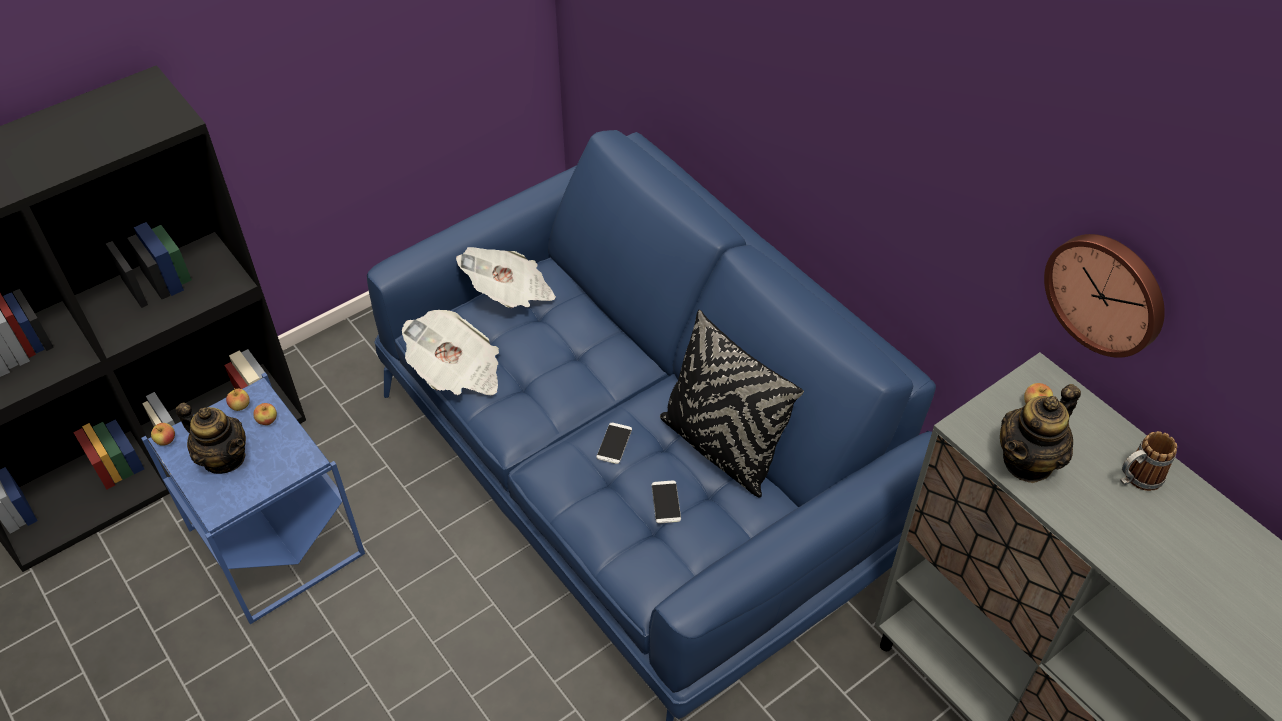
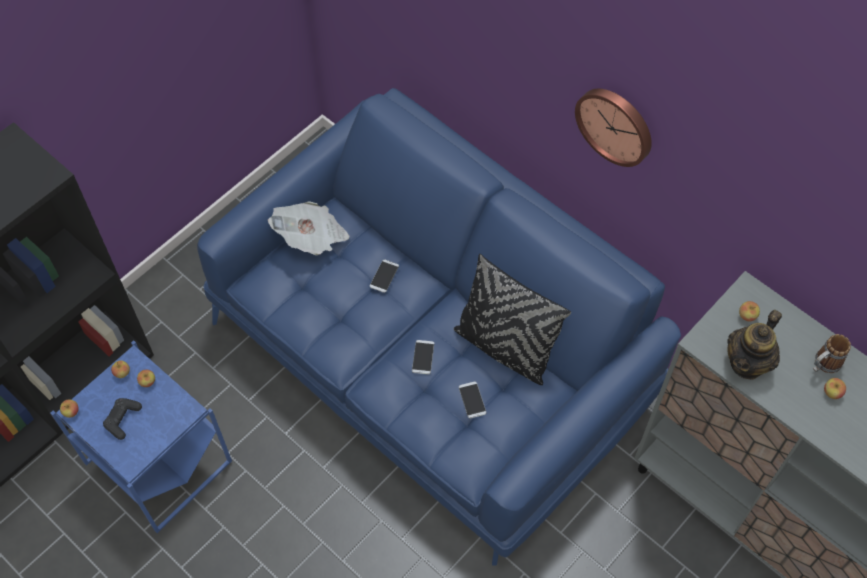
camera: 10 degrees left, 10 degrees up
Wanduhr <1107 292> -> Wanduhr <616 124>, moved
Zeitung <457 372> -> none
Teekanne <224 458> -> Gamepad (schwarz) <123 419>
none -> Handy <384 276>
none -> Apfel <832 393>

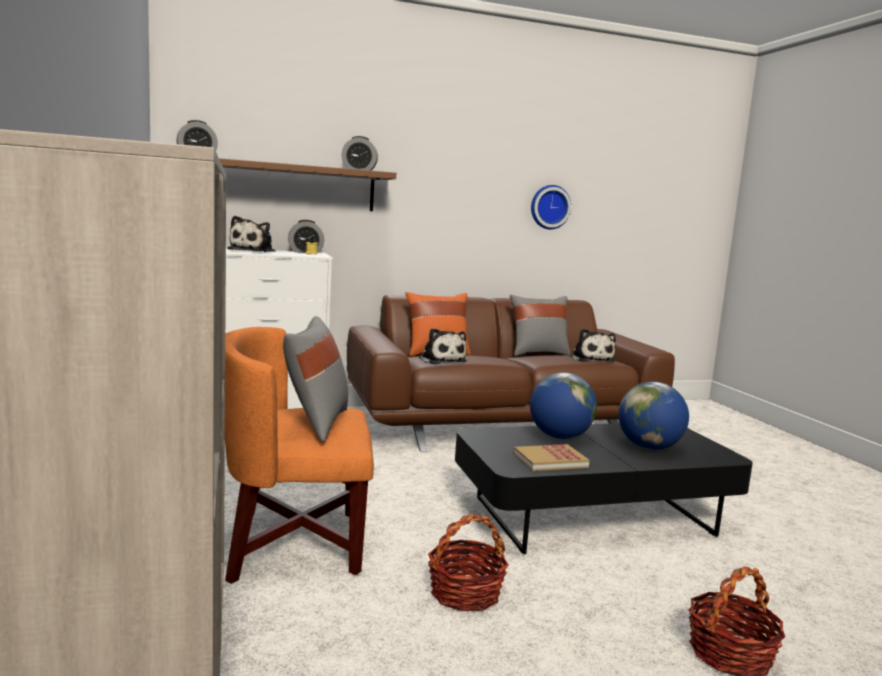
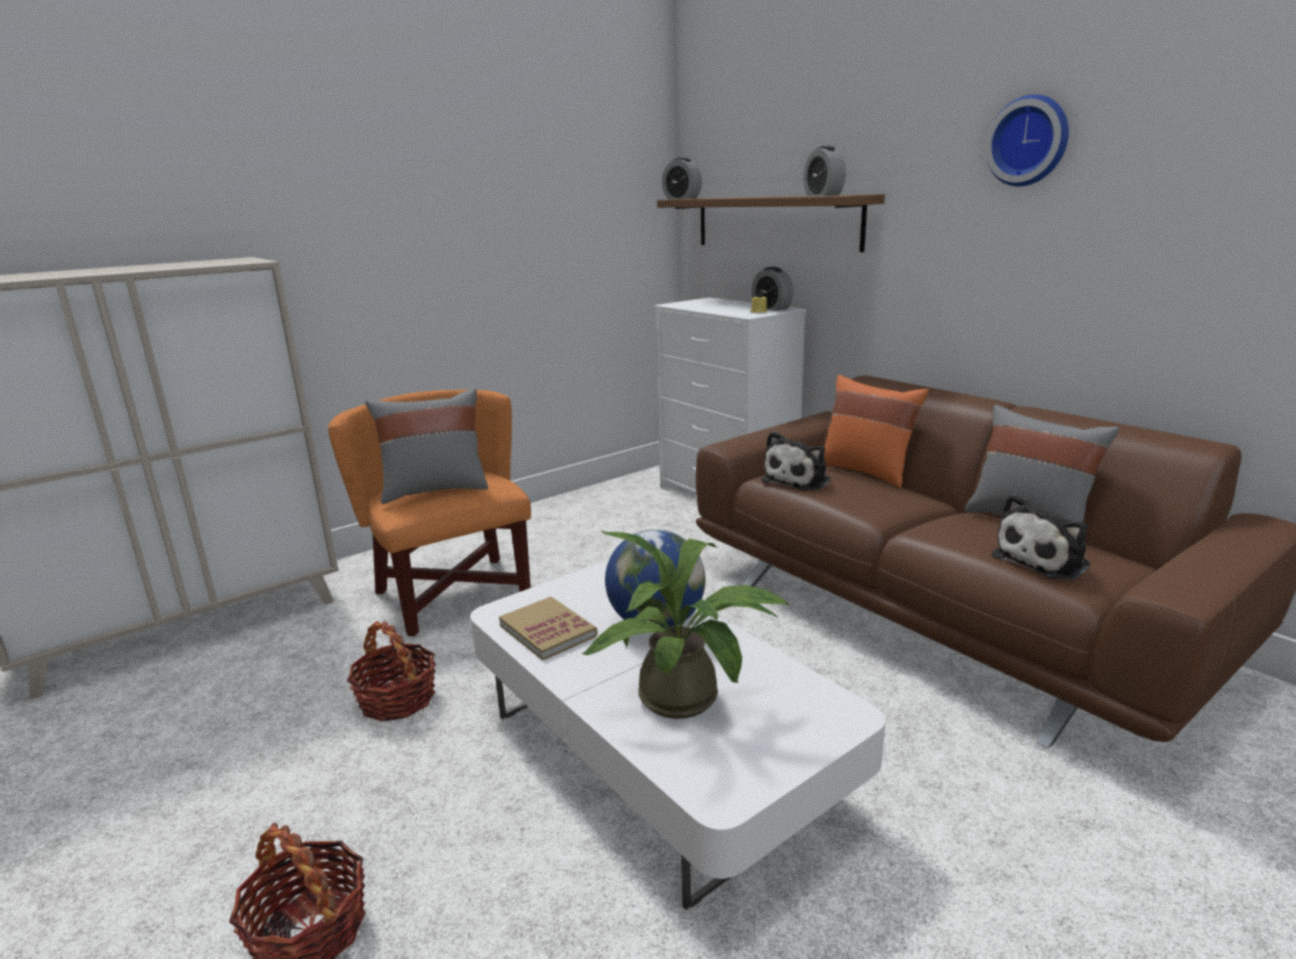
camera: 70 degrees right, 10 degrees up
Wanduhr <549 207> -> Wanduhr <1029 141>, moved
Plüschtier <254 251> -> none
Globus <649 447> -> Topfpflanze <687 701>
Couchtisch (schwarz) <592 516> -> Couchtisch (weiß) <655 755>

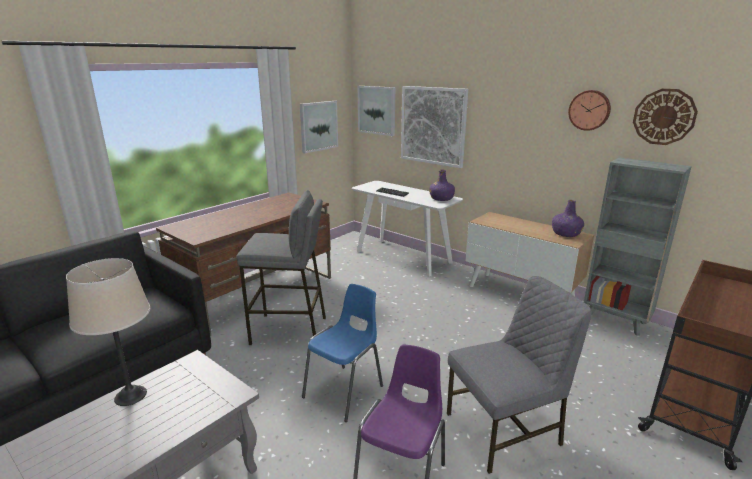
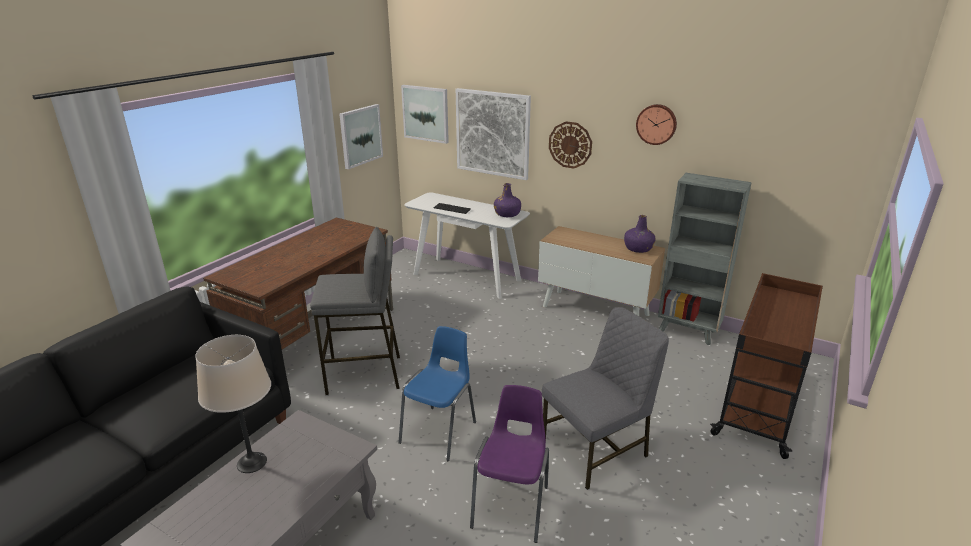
camera: 10 degrees left, 5 degrees up
Wanduhr <664 117> -> Wanduhr <570 145>, moved

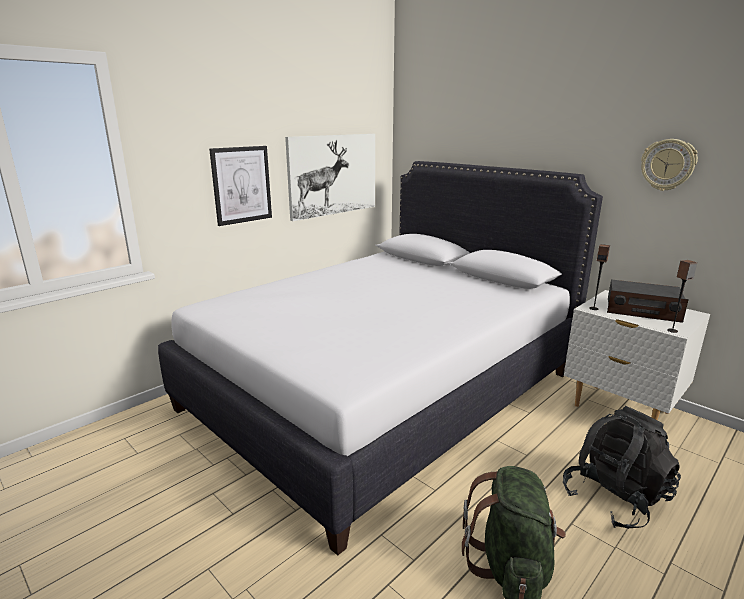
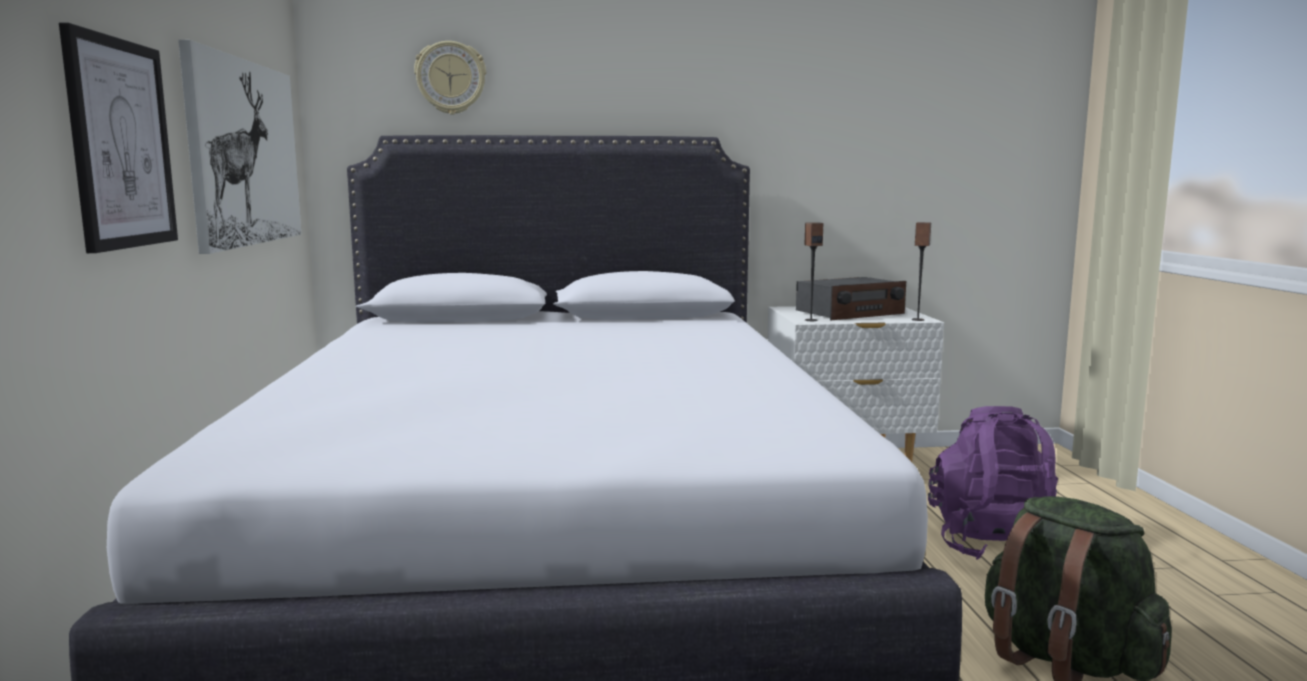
camera: 50 degrees left, 10 degrees down
Wanduhr <668 165> -> Wanduhr <451 78>, moved
Rucksack (schwarz) <615 498> -> Rucksack (lila) <994 545>

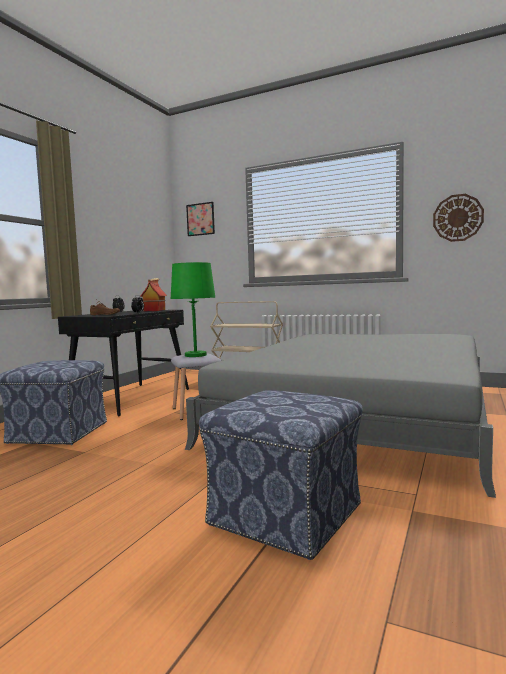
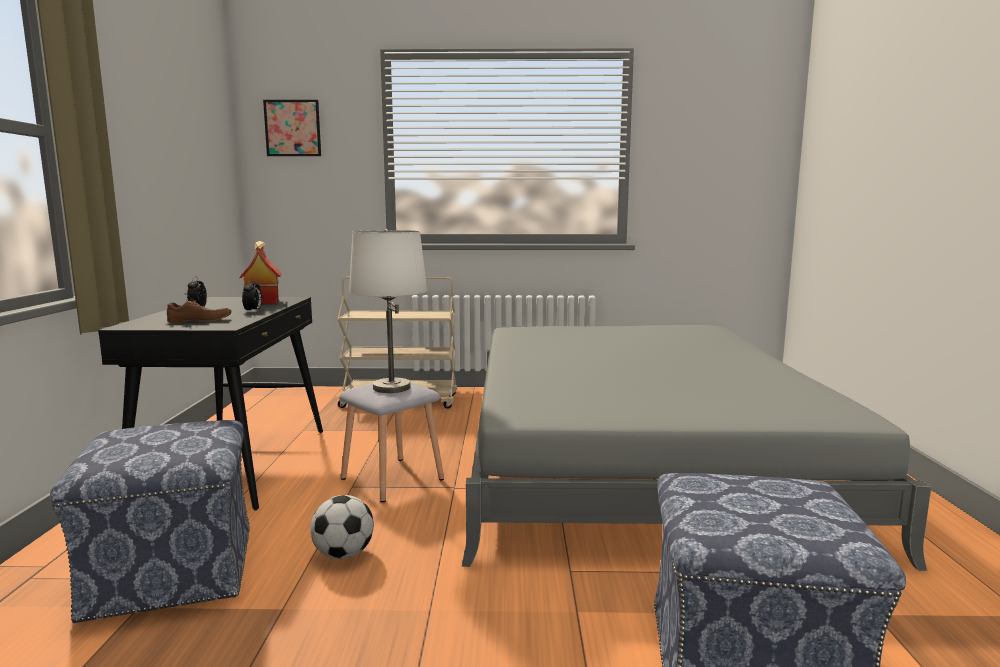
camera: 25 degrees left, 5 degrees up
Wanduhr <457 218> -> none
Tischlampe (grün) <195 355> -> Tischlampe (weiß) <391 388>
none -> Fußball <343 554>

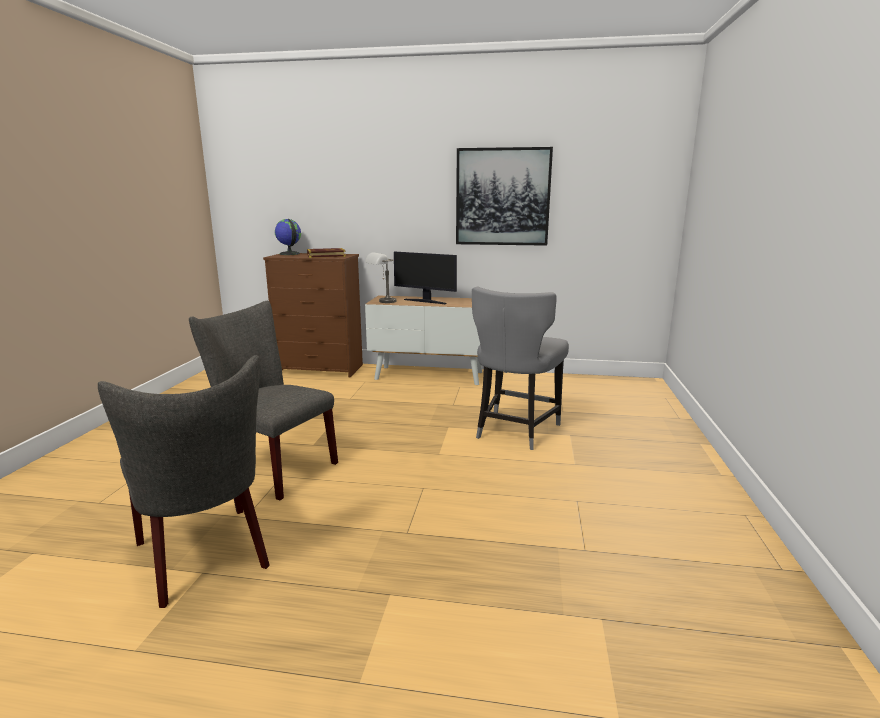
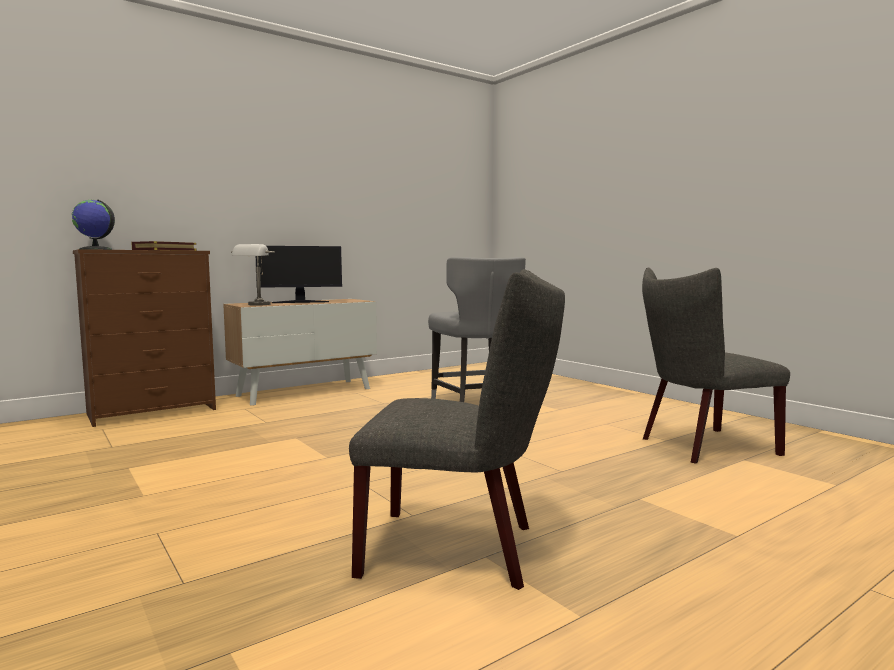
camera: 45 degrees left, 10 degrees down
Bild <502 197> -> none
Stuhl (grau) <271 467> -> Stuhl (grau) <701 446>, moved

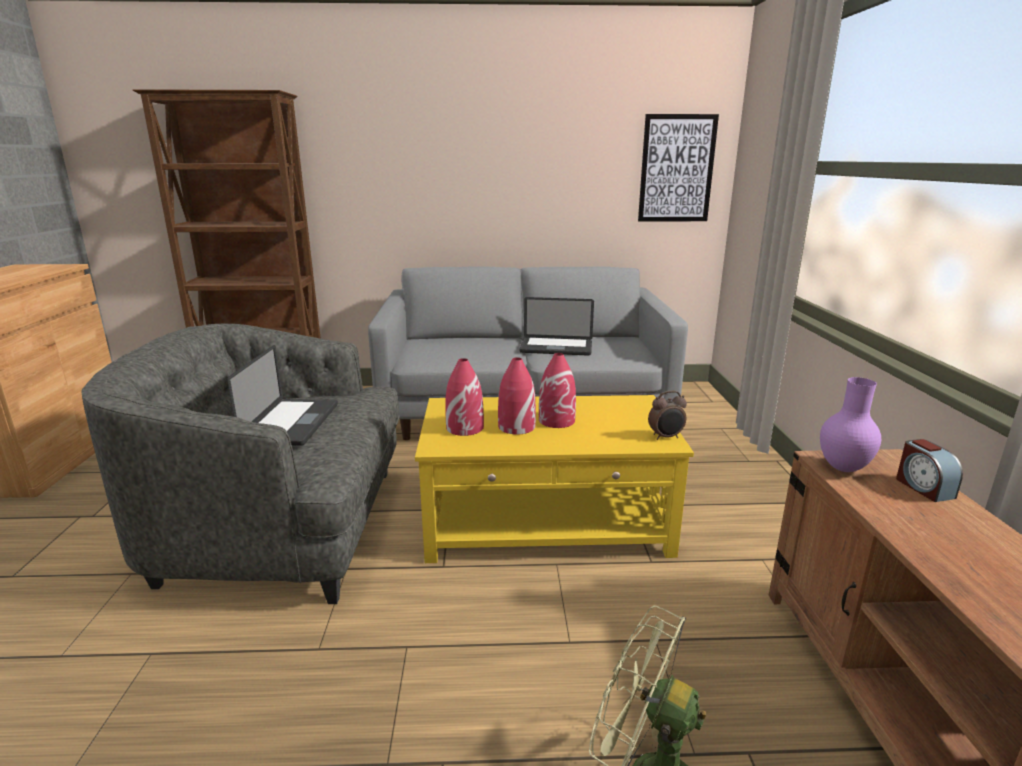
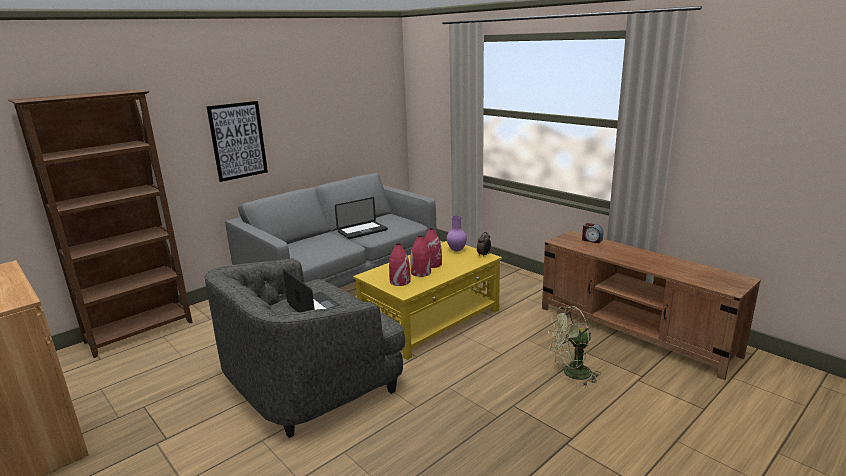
camera: 40 degrees left, 0 degrees up
Bild <676 169> -> Bild <238 140>, moved
Vase (lila) <842 467> -> Vase (lila) <456 250>, moved

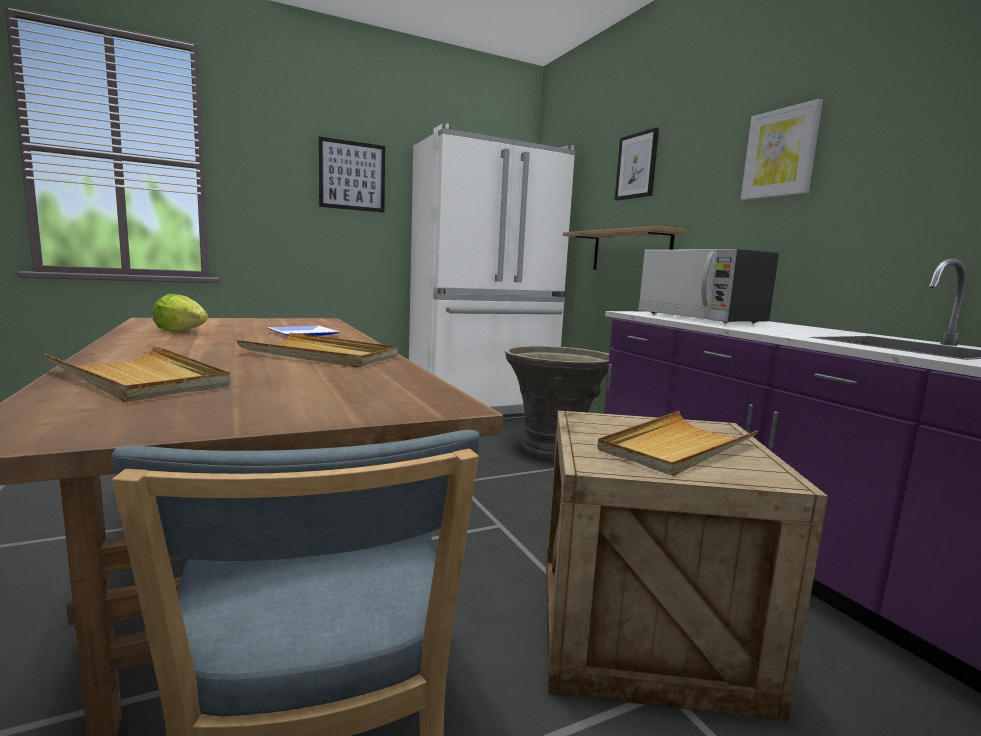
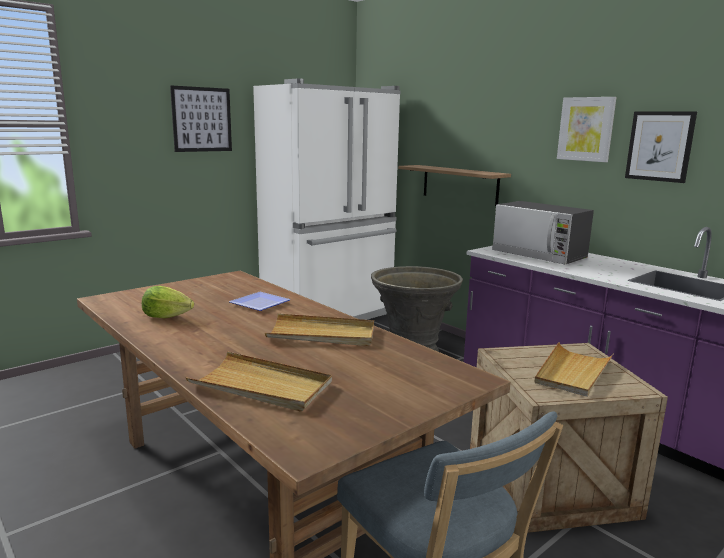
camera: 15 degrees left, 5 degrees up
Bild <636 166> -> Bild <659 146>, moved

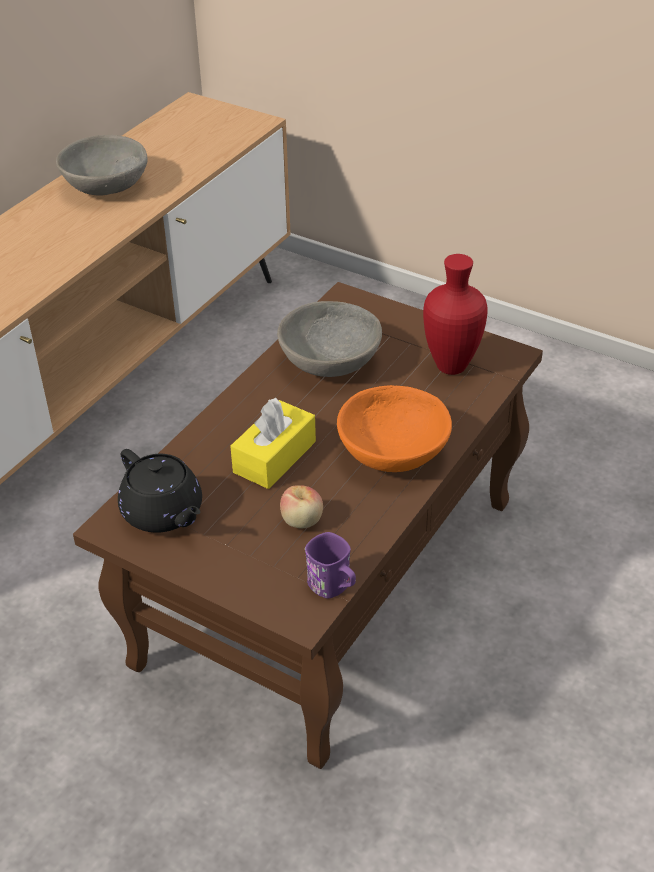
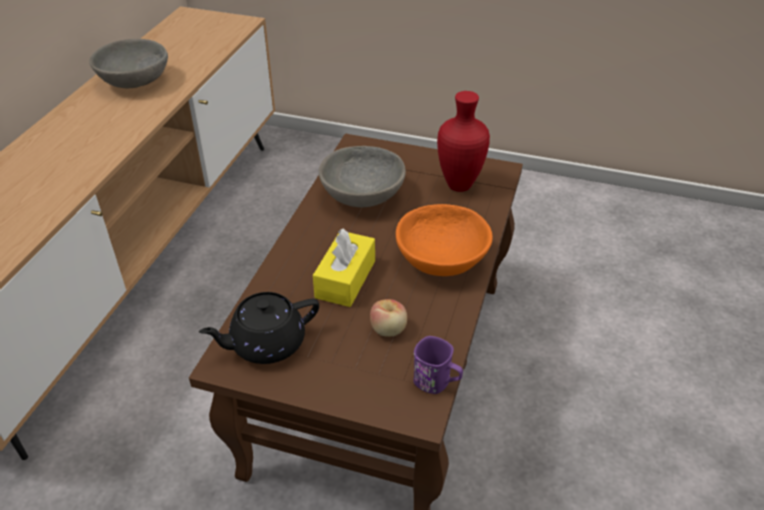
camera: 15 degrees left, 0 degrees up
Teekanne (schwarz) <163 513> -> Teekanne (schwarz) <266 344>, 120 degrees clockwise

